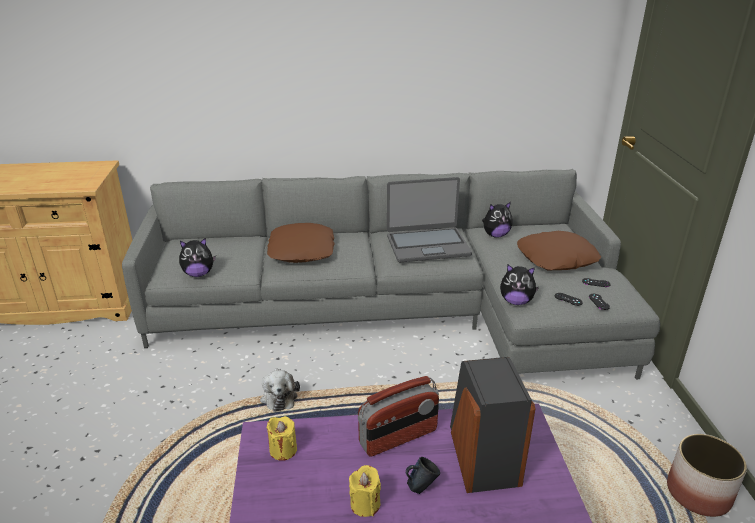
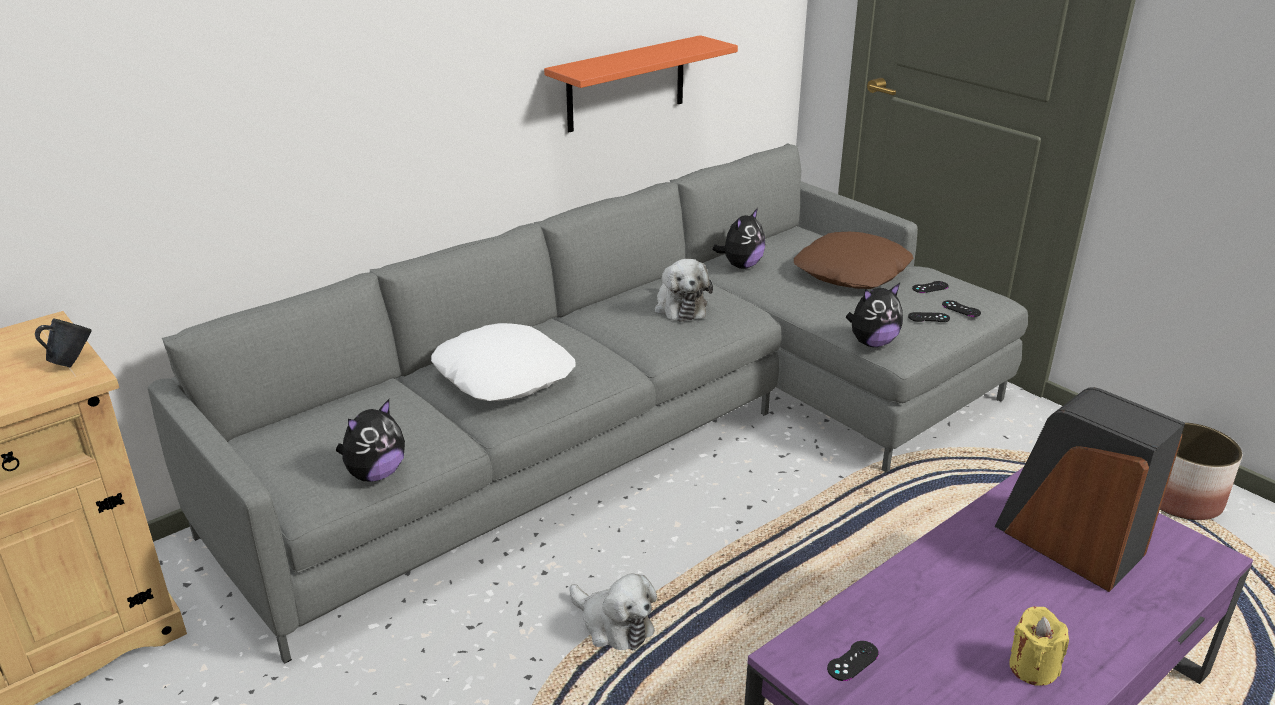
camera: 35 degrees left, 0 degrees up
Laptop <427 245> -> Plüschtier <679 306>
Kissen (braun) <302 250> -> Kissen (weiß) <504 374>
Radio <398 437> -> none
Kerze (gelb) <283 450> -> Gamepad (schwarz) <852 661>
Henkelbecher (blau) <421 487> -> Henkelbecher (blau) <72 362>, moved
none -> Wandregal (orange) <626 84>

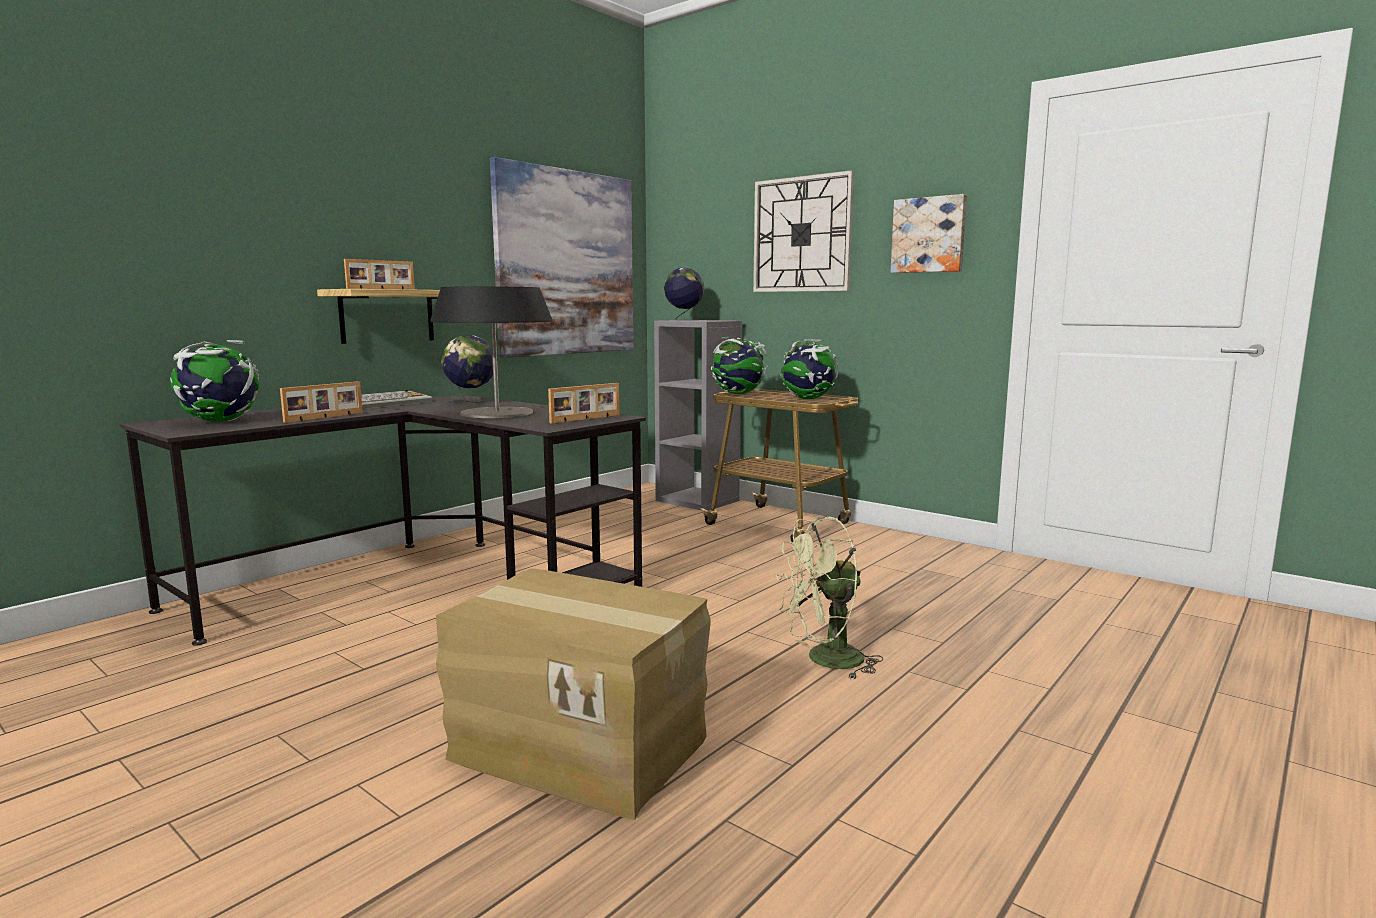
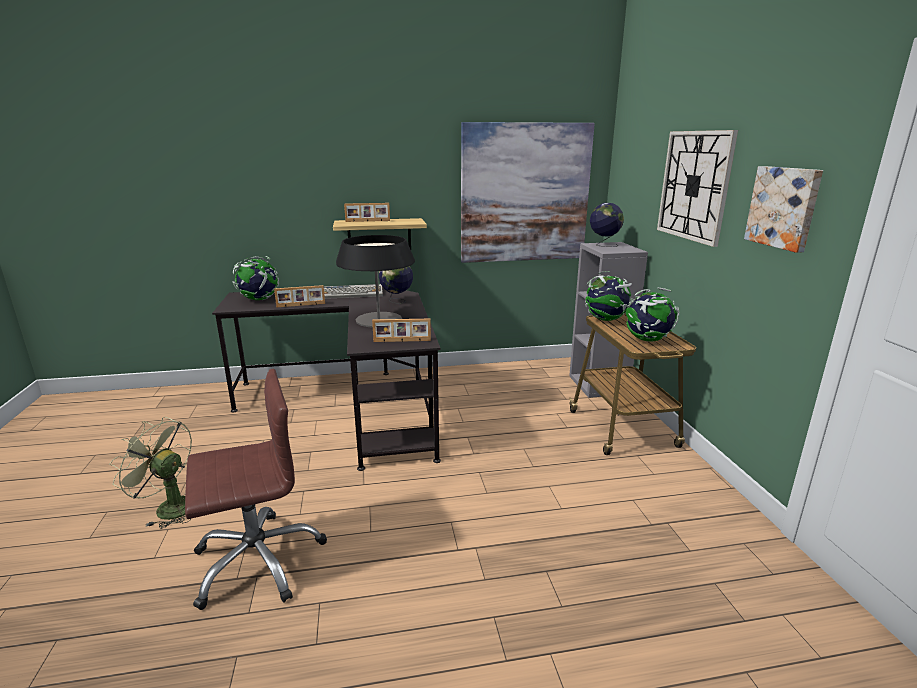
camera: 40 degrees right, 10 degrees up
Ventilator (grün) <825 661> -> Ventilator (grün) <168 507>, moved
Karton <581 746> -> Bürostuhl (braun) <258 560>

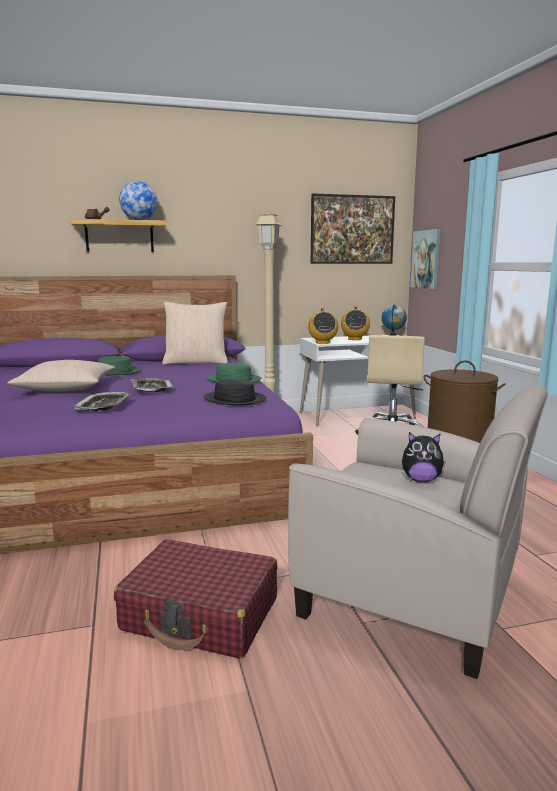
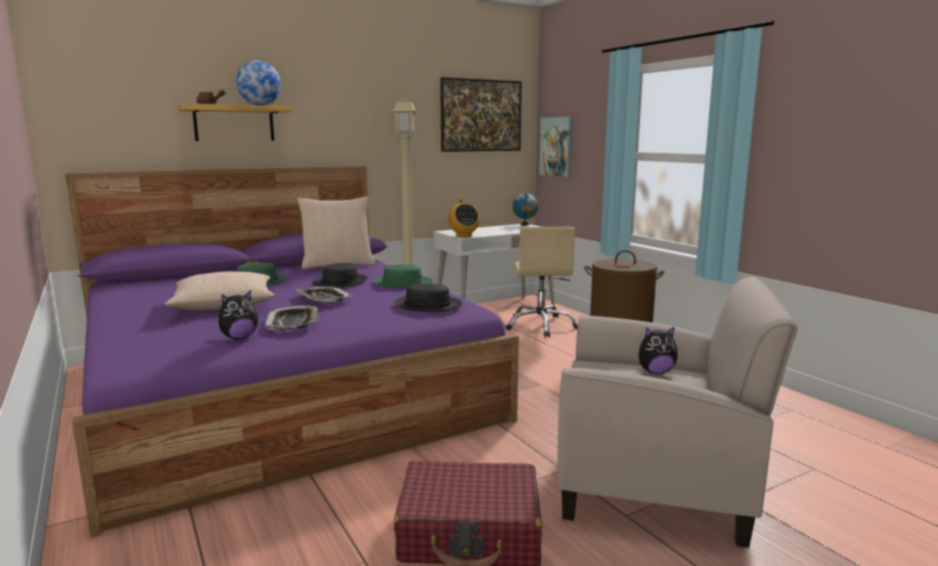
camera: 15 degrees left, 0 degrees up
Radio <354 339> -> none
none -> Hut (schwarz) <340 282>
none -> Plüschtier <239 338>

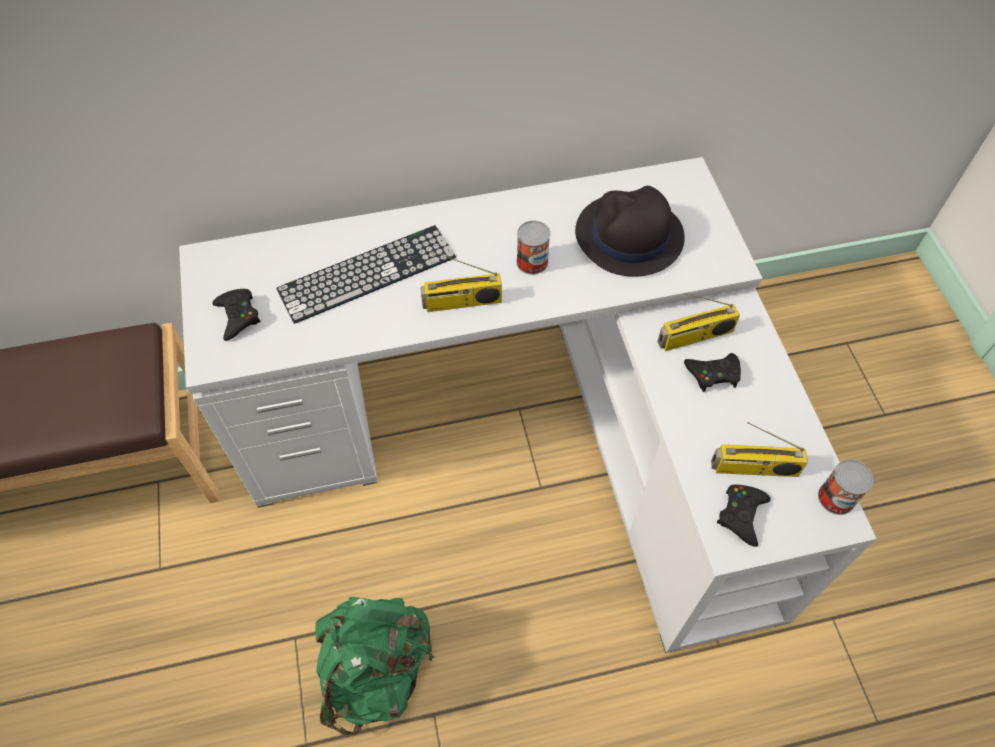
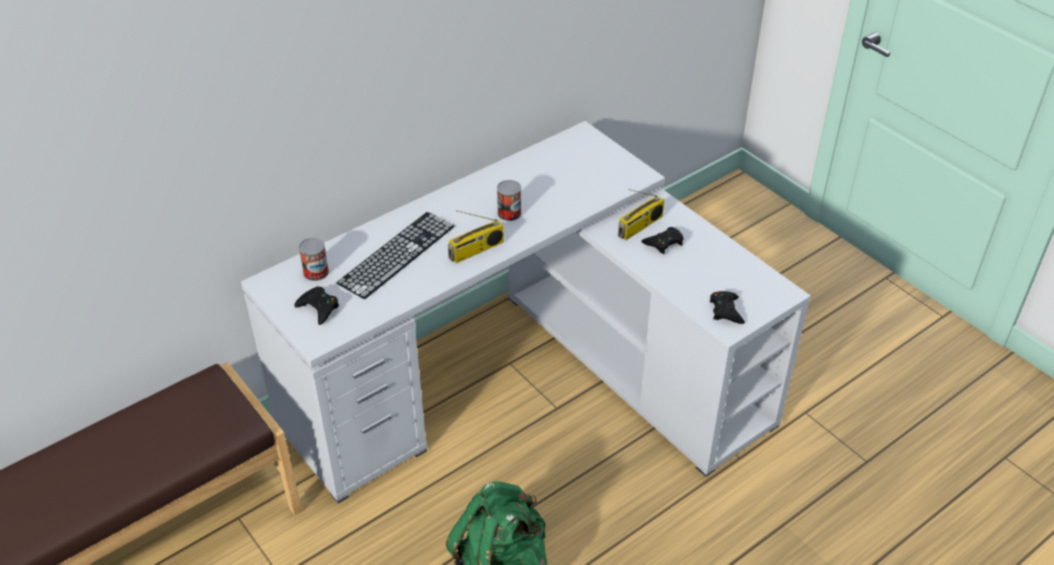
camera: 25 degrees left, 15 degrees down
Hut (schwarz) <628 236> -> none
Radio <753 469> -> none
Dose <836 498> -> Dose <316 272>, moved

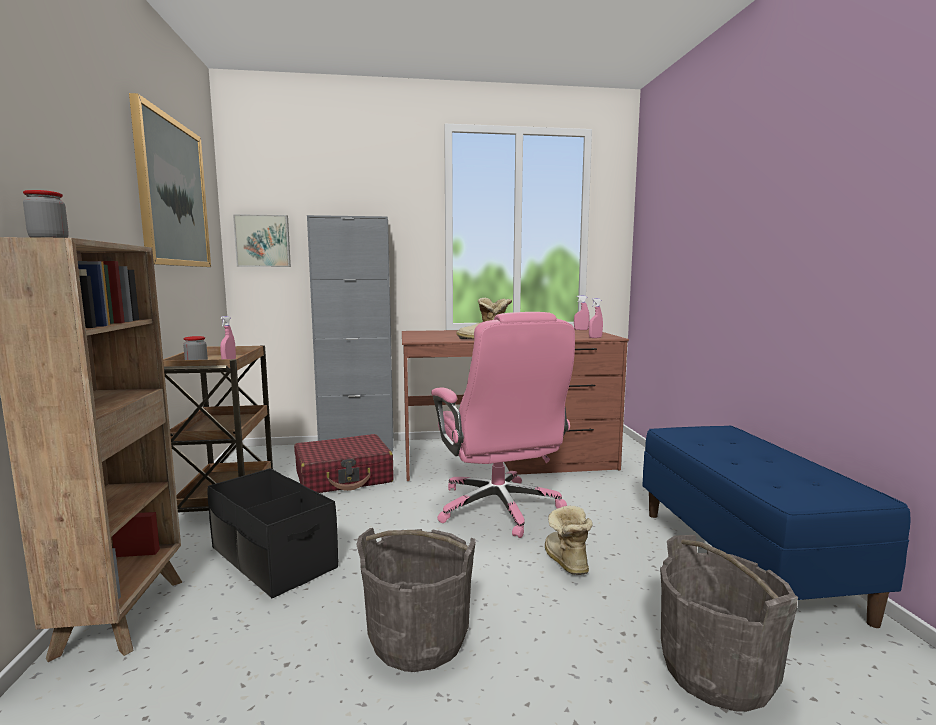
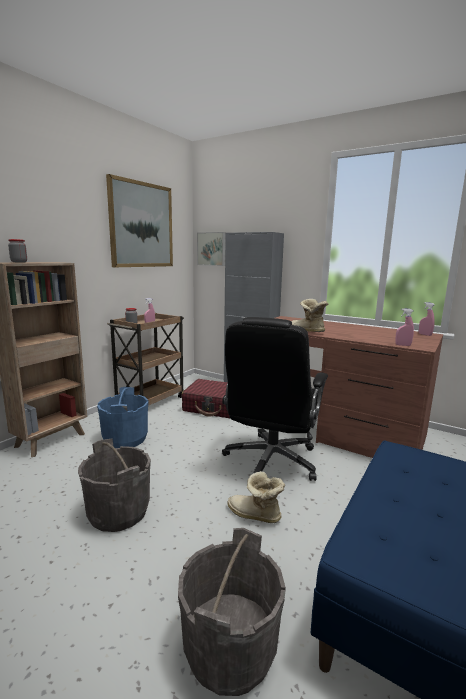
camera: 40 degrees right, 5 degrees up
Bürostuhl (rosa) <499 508> -> Bürostuhl (schwarz) <271 461>
Aufbewahrungsbox (schwarz) <272 558> -> Eimer (blau) <125 439>
Stiefel <564 561> -> Stiefel <254 516>, 90 degrees counterclockwise

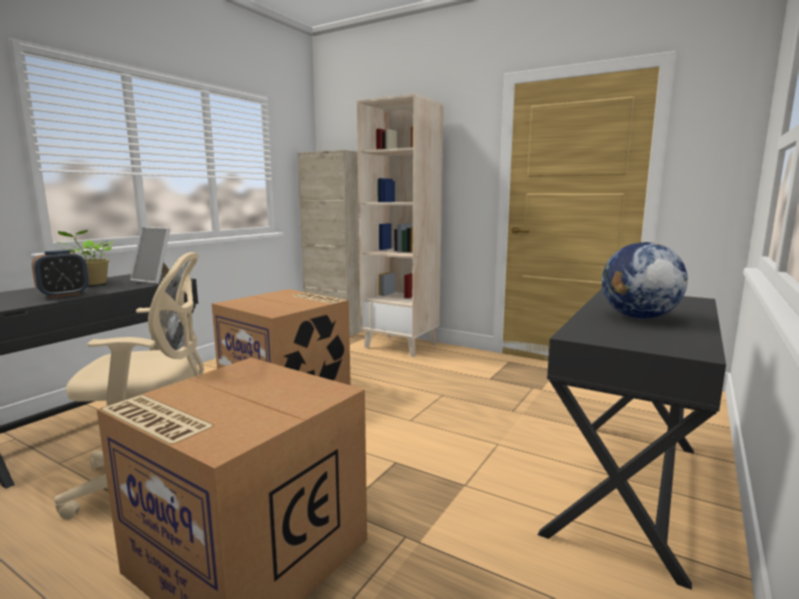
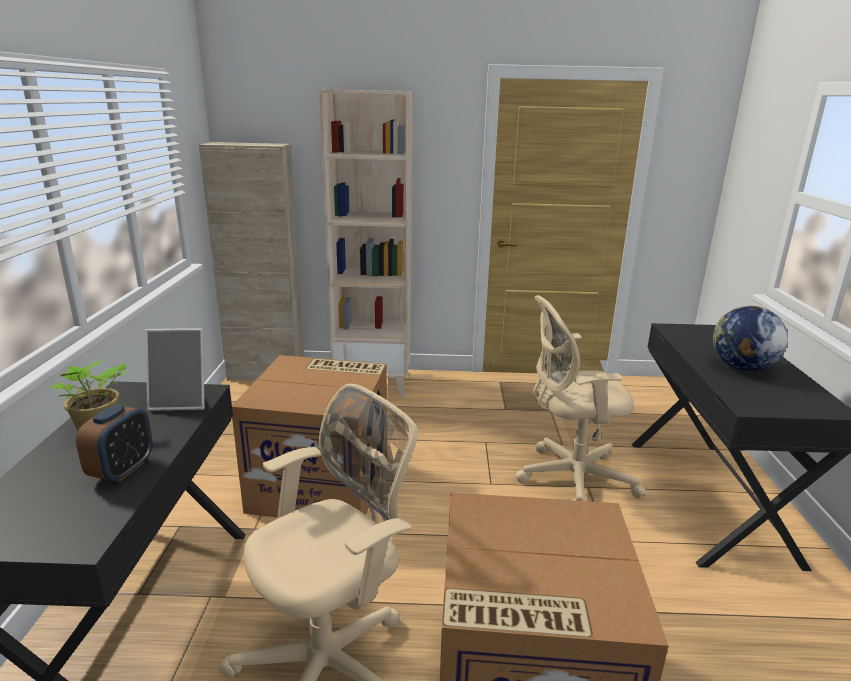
camera: 30 degrees left, 10 degrees up
none -> Bürostuhl (beige) <570 478>

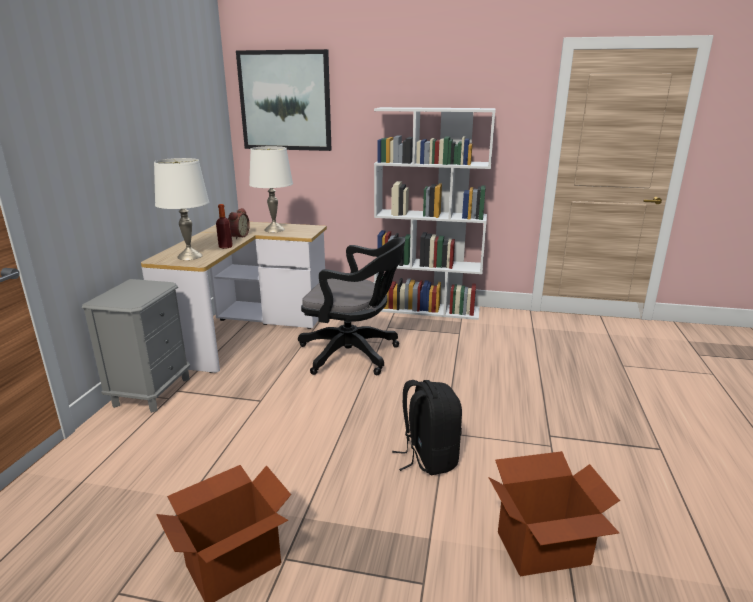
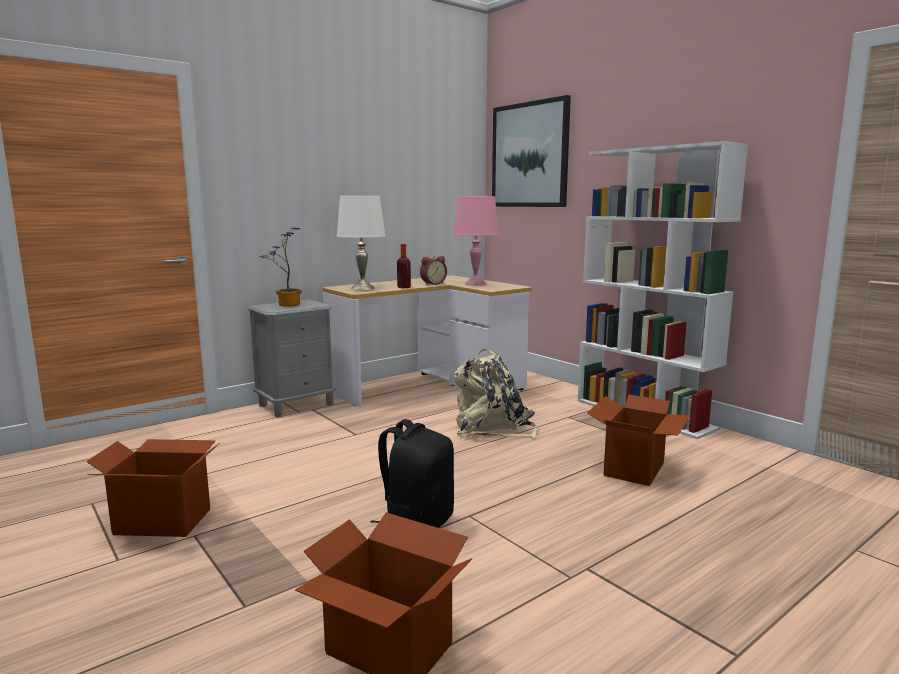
camera: 40 degrees right, 10 degrees down
Tischlampe (weiß) <274 229> -> Tischlampe (rosa) <475 283>
Bürostuhl (schwarz) <354 354> -> Rucksack (beige) <492 428>
none -> Topfpflanze <286 305>
none -> Karton <635 469>

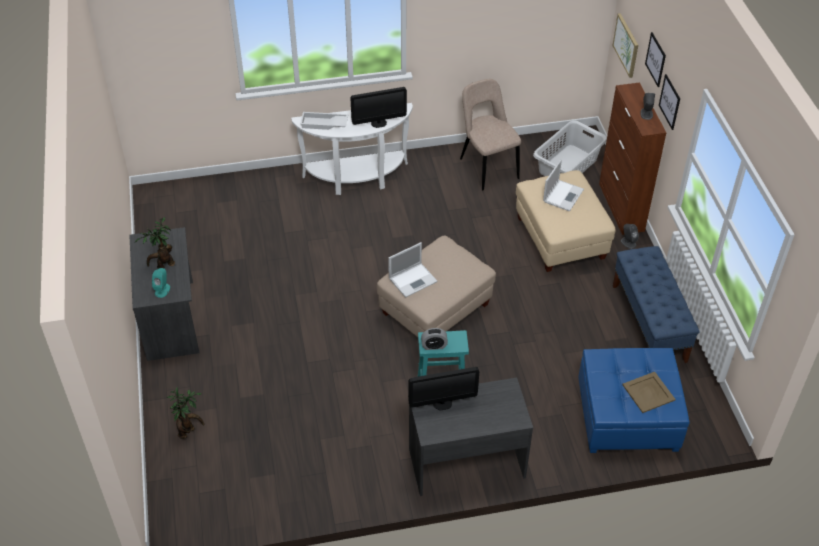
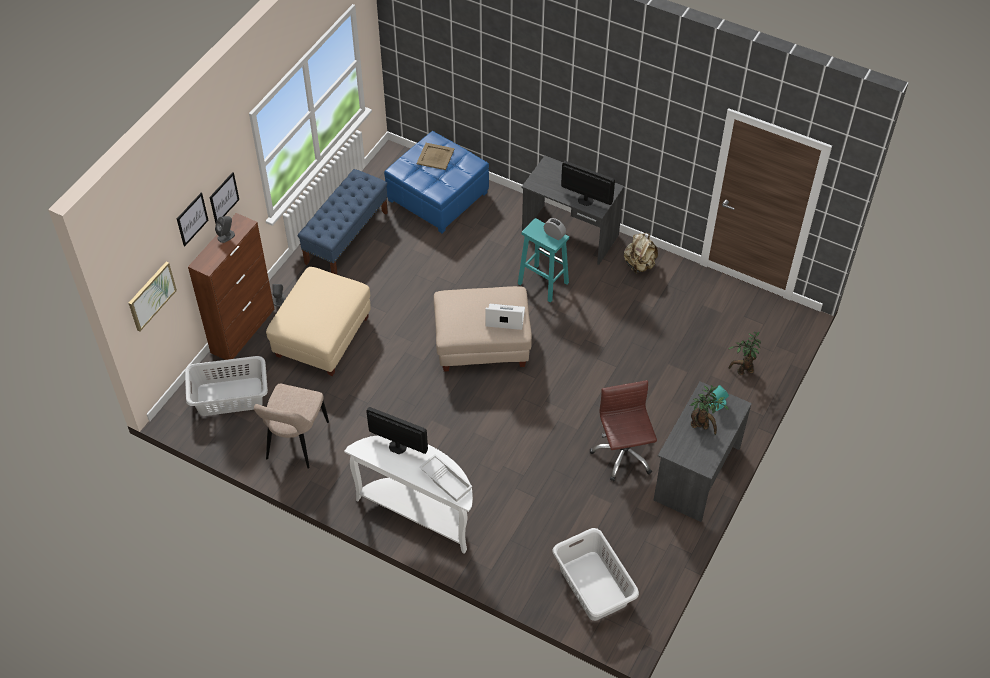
camera: 140 degrees left, 5 degrees up
Laptop <563 195> -> none
none -> Rucksack (beige) <639 265>
none -> Bürostuhl (braun) <623 454>
none -> Wäschekorb (grau) <593 586>

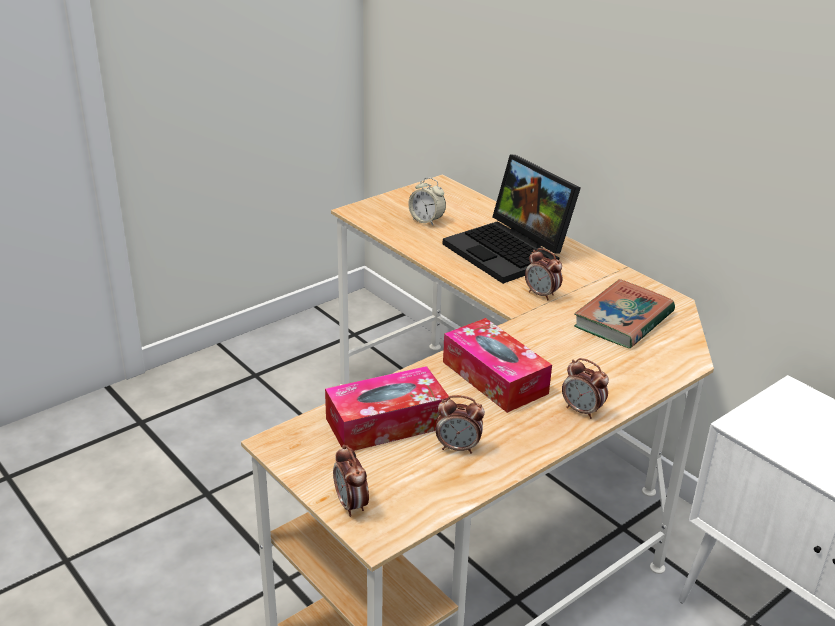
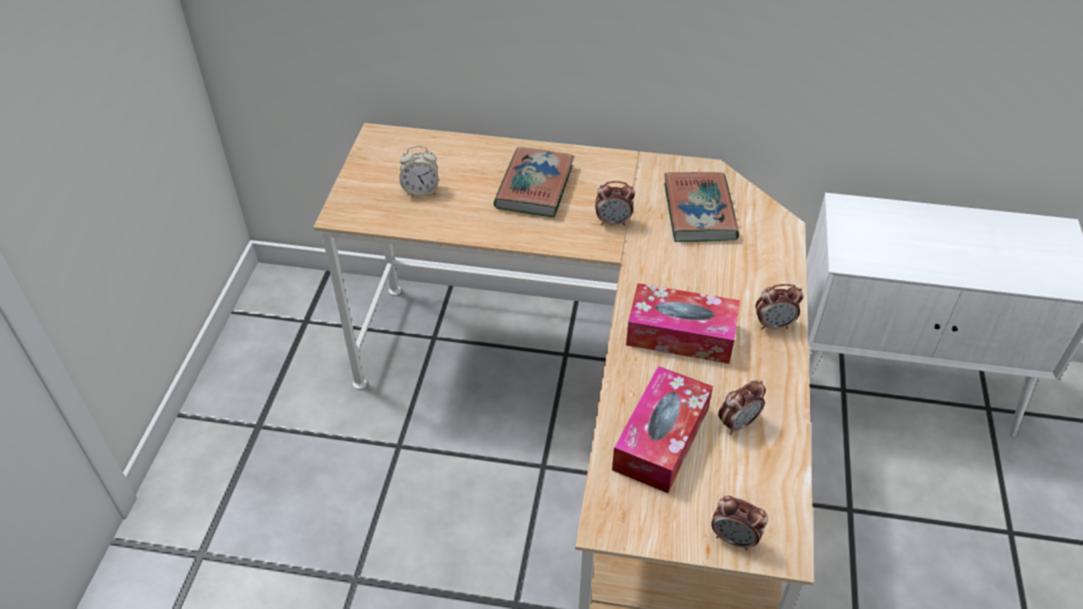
camera: 40 degrees left, 15 degrees up
Laptop <510 252> -> Buch <534 187>

